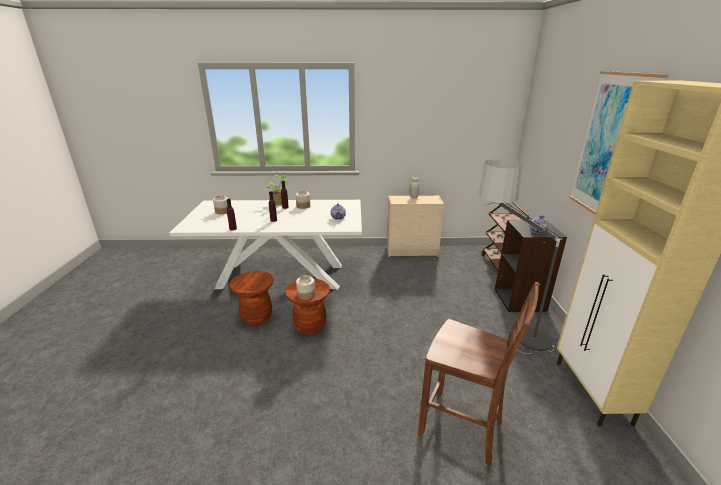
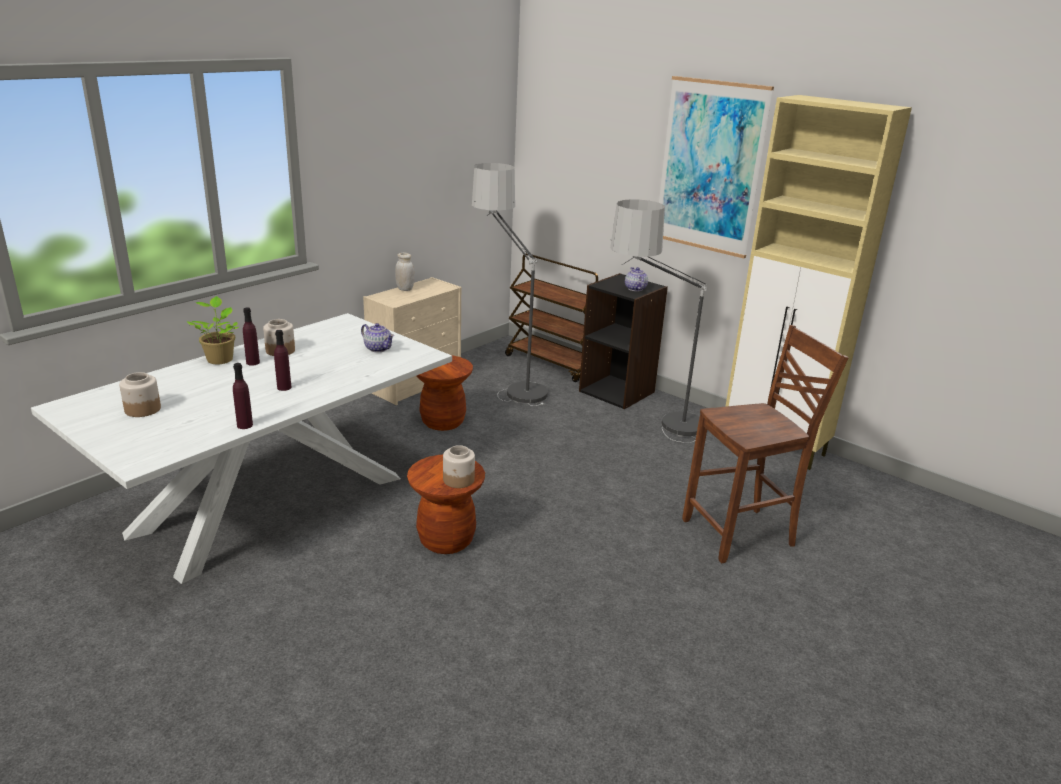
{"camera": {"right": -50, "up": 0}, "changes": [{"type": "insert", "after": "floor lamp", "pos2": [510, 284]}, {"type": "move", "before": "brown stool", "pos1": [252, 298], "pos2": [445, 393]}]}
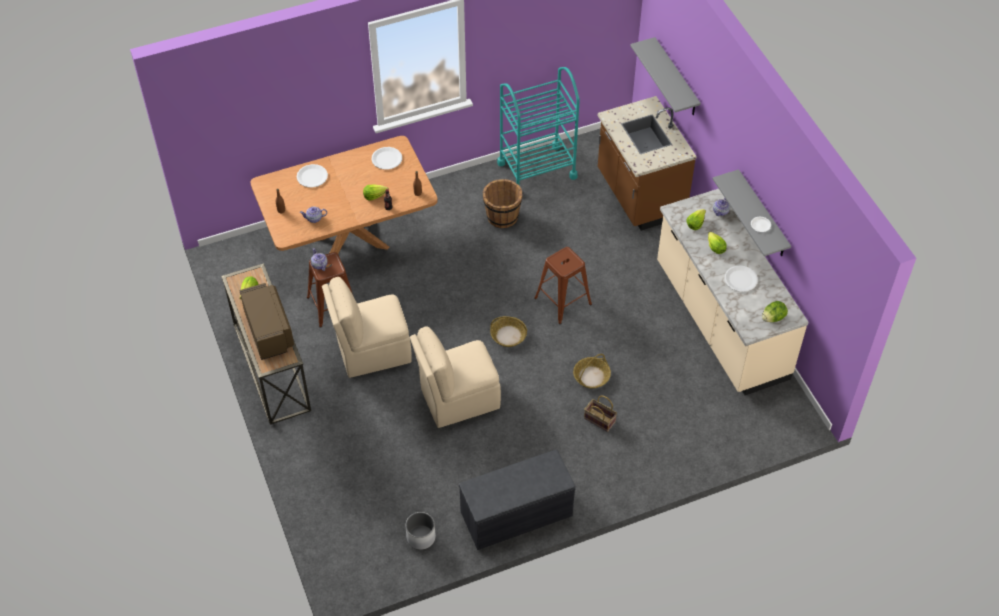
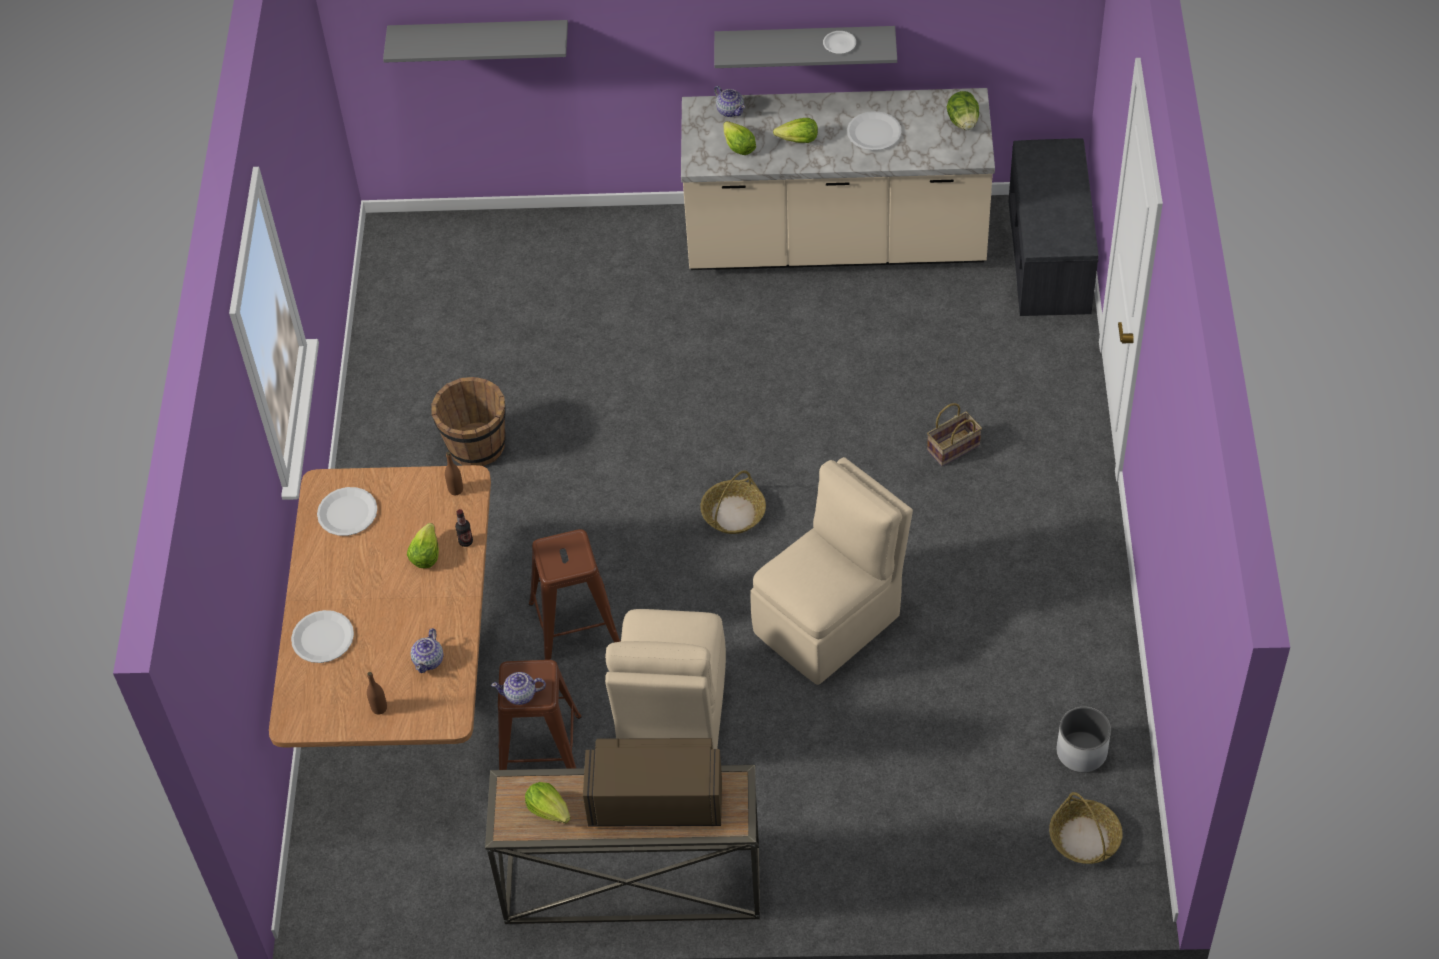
{"camera": {"right": -65, "up": 0}, "changes": [{"type": "delete", "before": "turquoise cart", "pos1": [538, 127]}, {"type": "delete", "before": "brown counter", "pos1": [647, 163]}, {"type": "move", "before": "grey bench", "pos1": [517, 500], "pos2": [1053, 227]}, {"type": "move", "before": "brown stool", "pos1": [563, 285], "pos2": [575, 594]}, {"type": "move", "before": "basket", "pos1": [592, 371], "pos2": [1086, 828]}, {"type": "rotate", "before": "beige chair", "pos1": [455, 377], "pos2": [831, 571], "turn": -135}]}
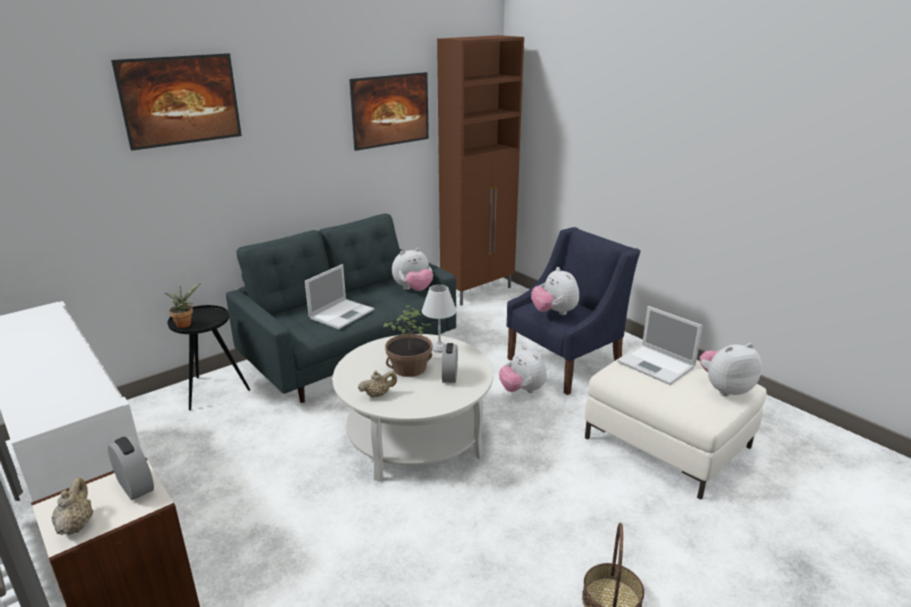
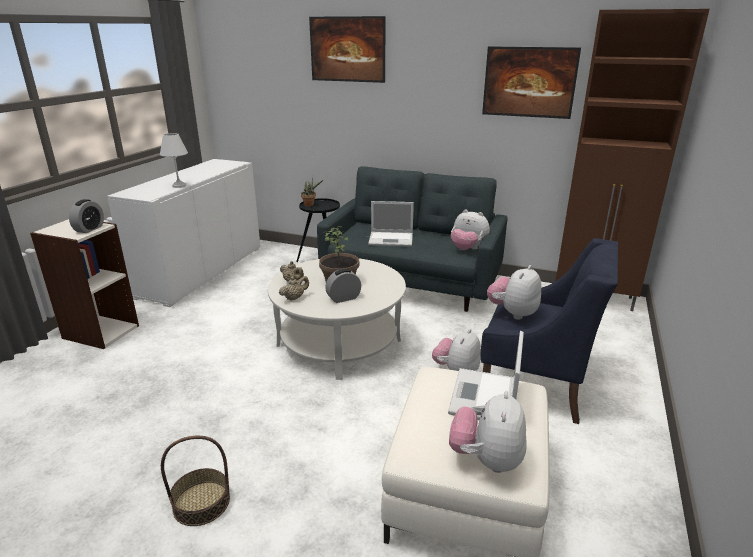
{"camera": {"right": 60, "up": 0}, "changes": [{"type": "move", "before": "beige teapot", "pos1": [72, 506], "pos2": [294, 288]}, {"type": "move", "before": "white table lamp", "pos1": [439, 319], "pos2": [174, 160]}, {"type": "rotate", "before": "plush toy", "pos1": [731, 370], "pos2": [488, 432], "turn": -120}]}
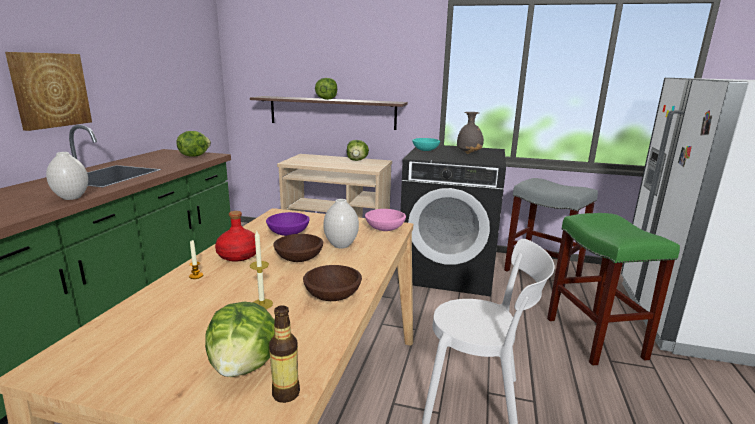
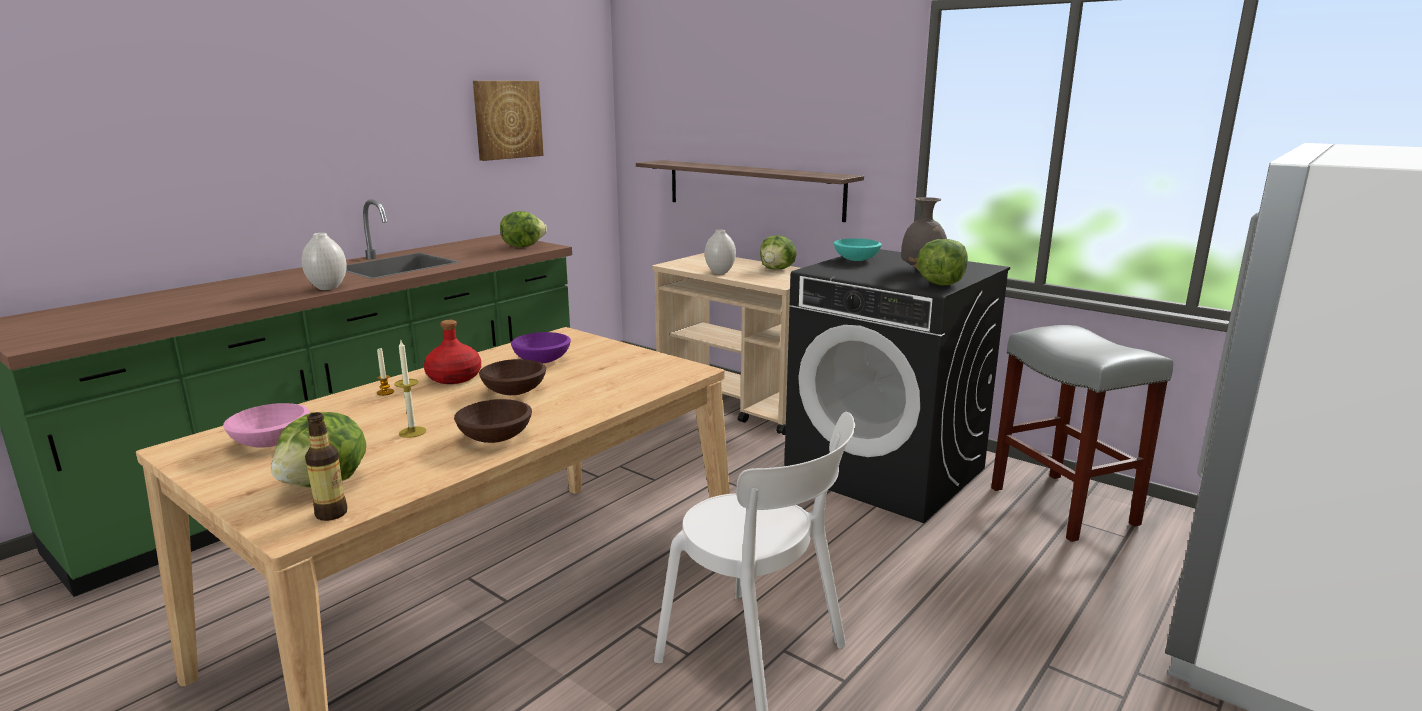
{"camera": {"right": 25, "up": 0}, "changes": [{"type": "delete", "before": "green stool", "pos1": [613, 289]}, {"type": "move", "before": "picture", "pos1": [48, 91], "pos2": [508, 121]}, {"type": "move", "before": "lettuce", "pos1": [326, 89], "pos2": [942, 262]}, {"type": "move", "before": "white vase", "pos1": [341, 223], "pos2": [720, 251]}, {"type": "move", "before": "pink bowl", "pos1": [385, 220], "pos2": [266, 425]}]}
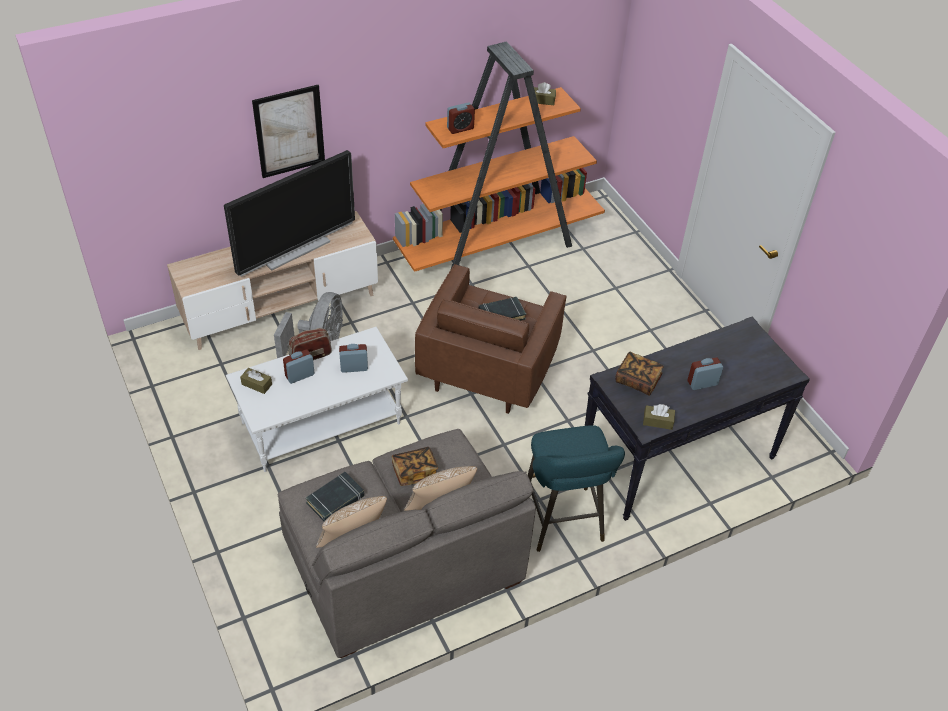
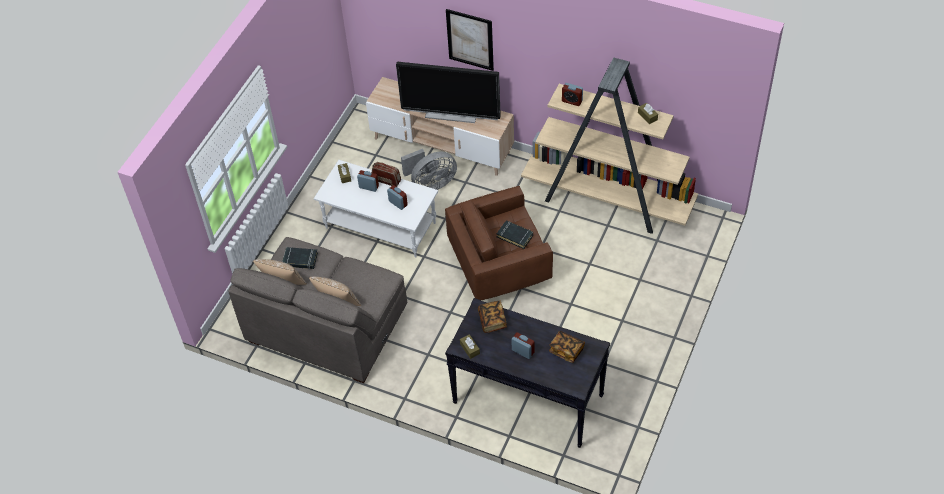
{"camera": {"right": 55, "up": 5}, "changes": [{"type": "delete", "before": "turquoise stool", "pos1": [576, 488]}, {"type": "move", "before": "book", "pos1": [414, 466], "pos2": [567, 347]}, {"type": "recolor", "before": "orange bookcase", "after": "beige bookcase", "pos1": [499, 156], "pos2": [609, 145]}]}
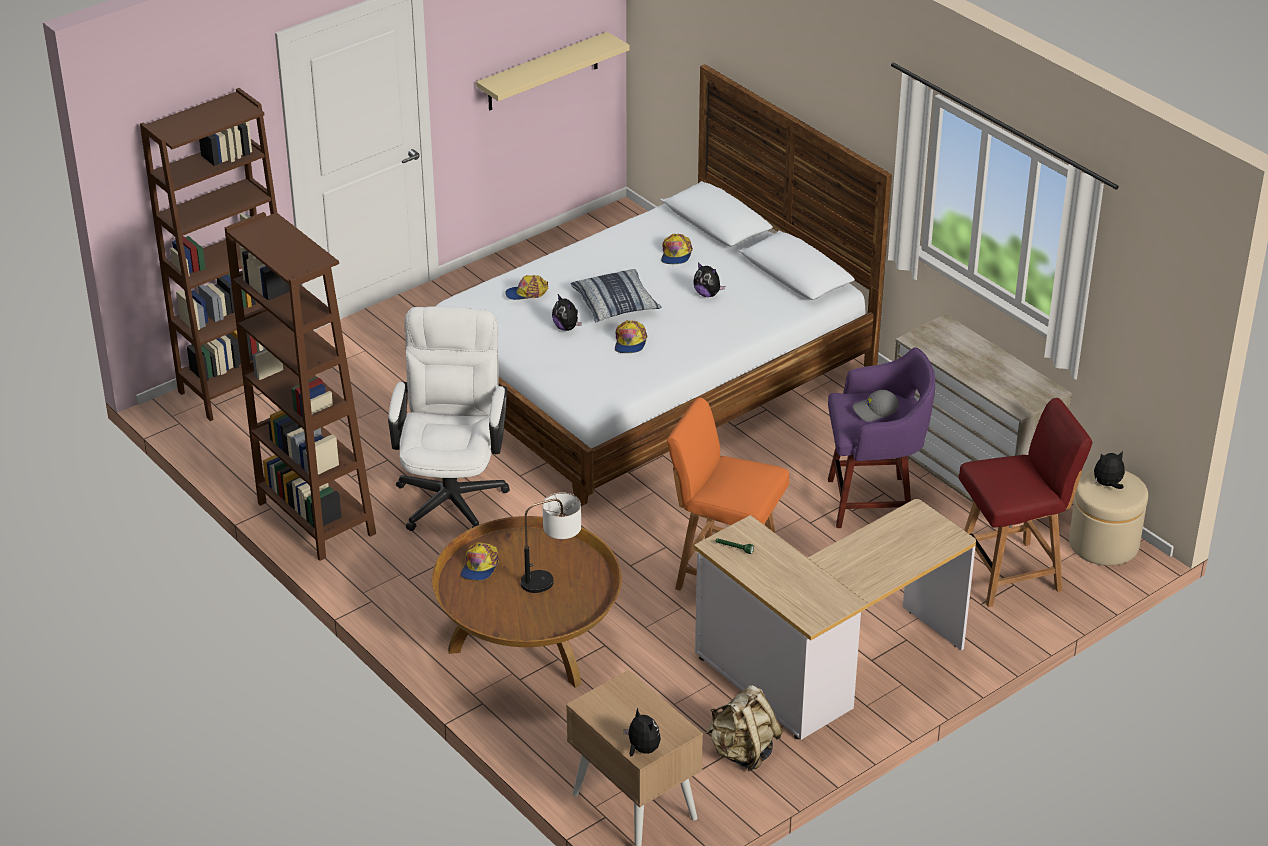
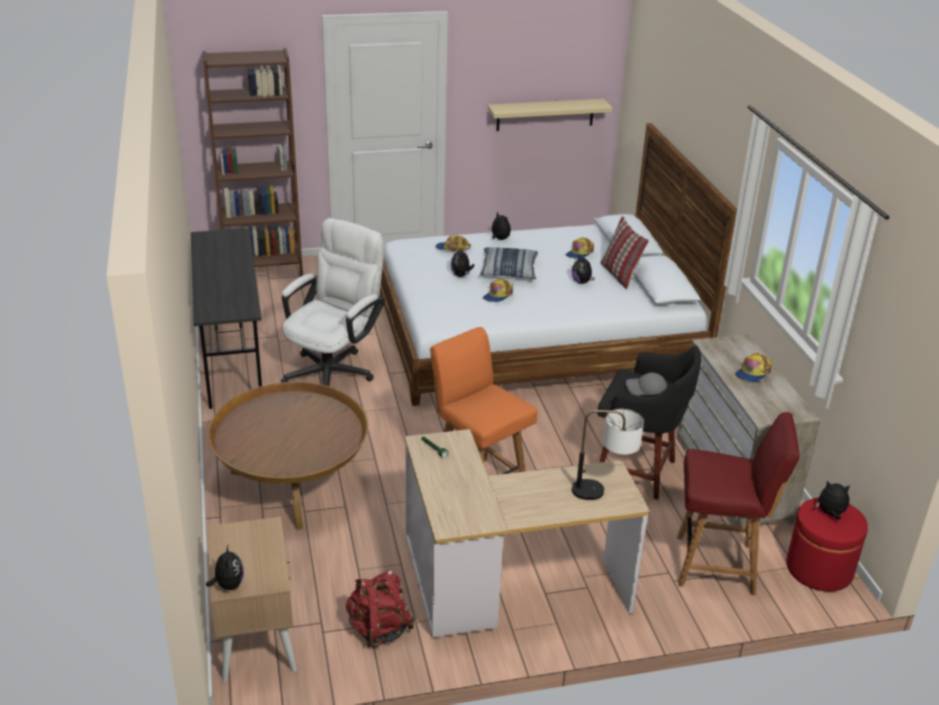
{"camera": {"right": 25, "up": -5}, "changes": [{"type": "insert", "after": "plush toy", "pos2": [500, 226]}, {"type": "insert", "after": "pillow", "pos2": [625, 252]}, {"type": "move", "before": "cap", "pos1": [480, 561], "pos2": [753, 367]}, {"type": "move", "before": "table lamp", "pos1": [551, 542], "pos2": [608, 454]}, {"type": "replace", "before": "brown bookcase", "after": "grey desk", "pos1": [300, 386], "pos2": [226, 318]}, {"type": "recolor", "before": "beige backpack", "after": "red backpack", "pos1": [744, 728], "pos2": [380, 608]}, {"type": "recolor", "before": "purple stool", "after": "black stool", "pos1": [881, 438], "pos2": [649, 423]}, {"type": "recolor", "before": "beige ottoman", "after": "red ottoman", "pos1": [1108, 518], "pos2": [827, 545]}]}
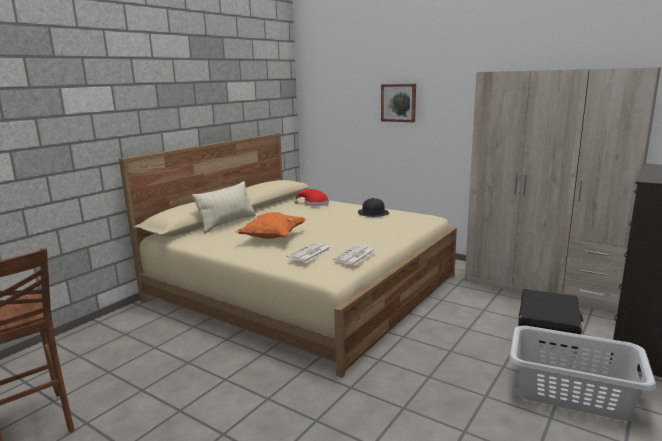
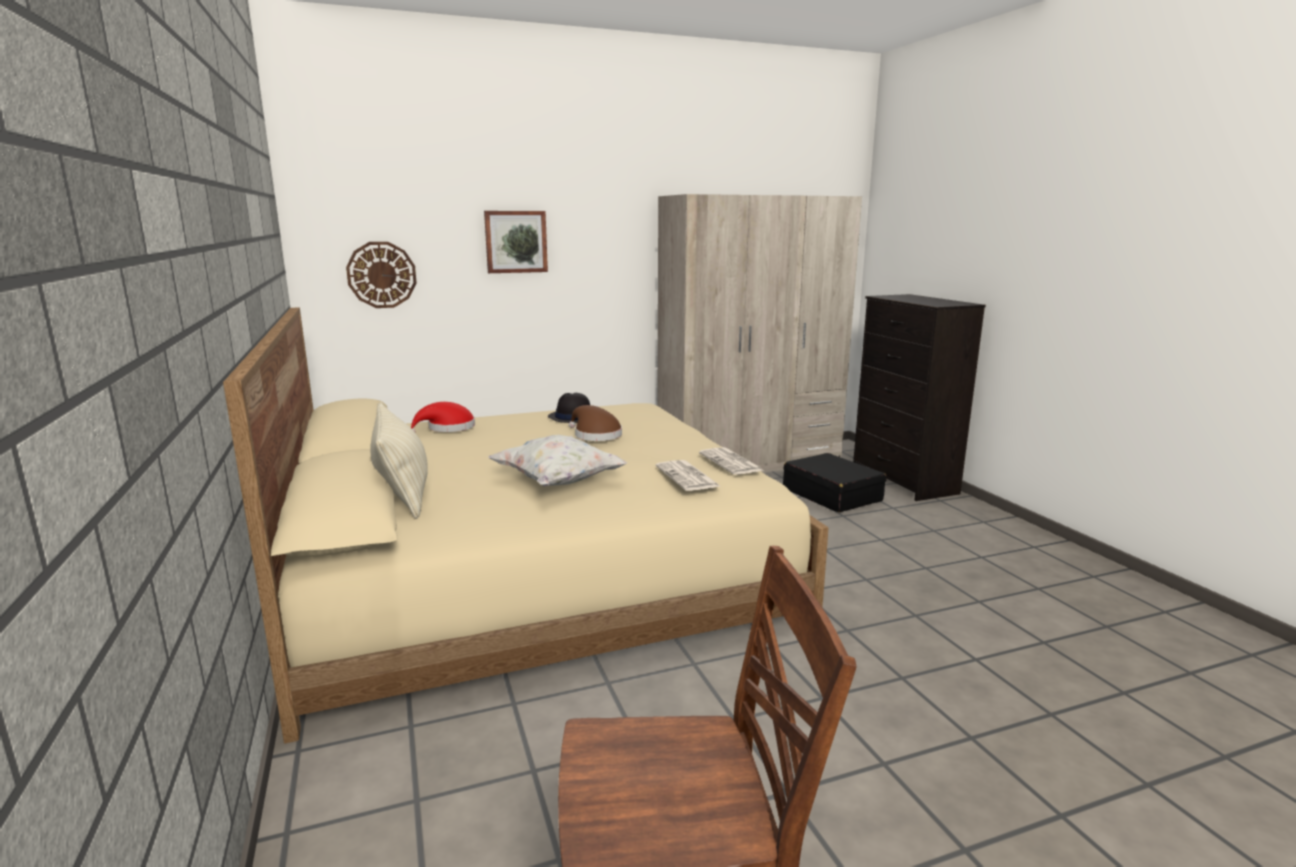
{"camera": {"right": -55, "up": 0}, "changes": [{"type": "delete", "before": "grey laundry basket", "pos1": [582, 373]}, {"type": "insert", "after": "wall clock", "pos2": [381, 275]}, {"type": "insert", "after": "brown hat", "pos2": [595, 423]}, {"type": "recolor", "before": "orange pillow", "after": "white pillow", "pos1": [271, 225], "pos2": [558, 461]}]}
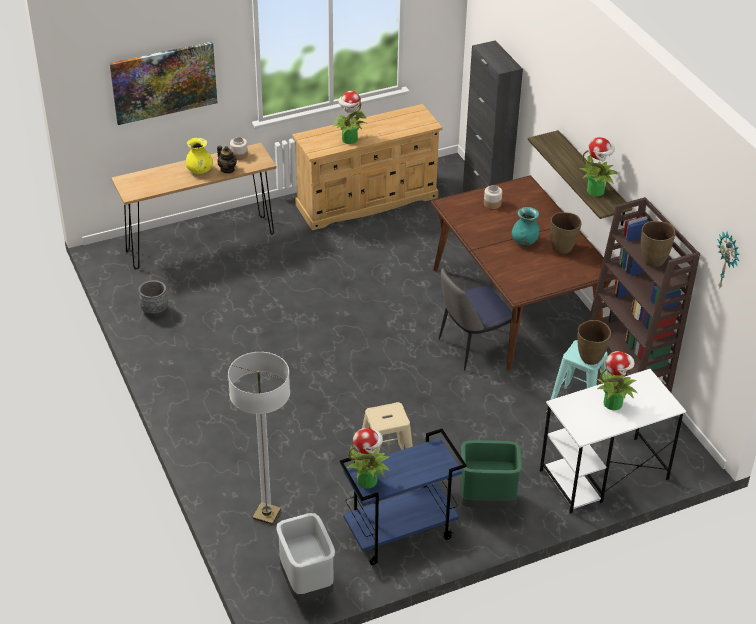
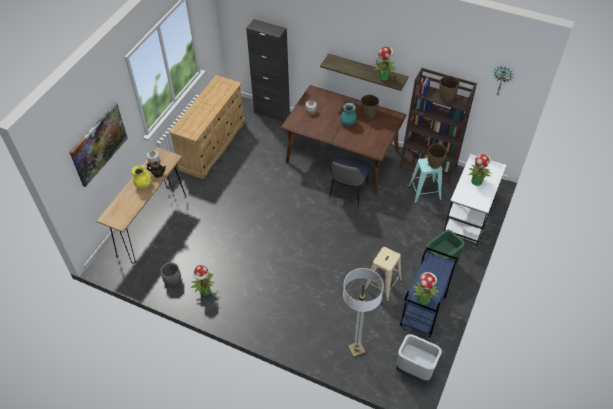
{"camera": {"right": -40, "up": 10}, "changes": [{"type": "move", "before": "potted plant", "pos1": [349, 117], "pos2": [202, 280]}]}
